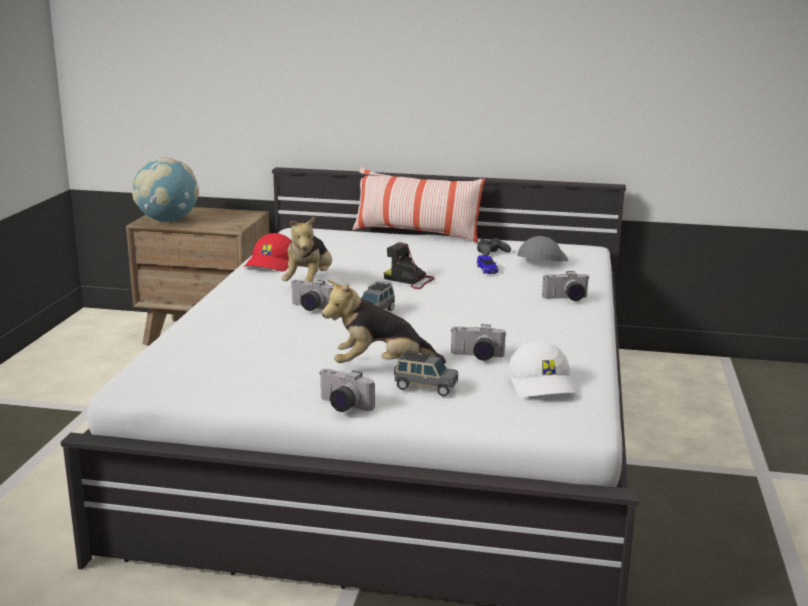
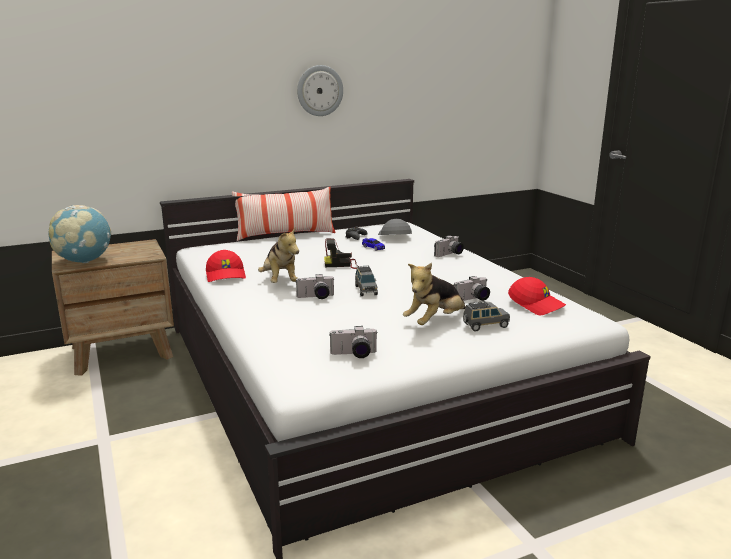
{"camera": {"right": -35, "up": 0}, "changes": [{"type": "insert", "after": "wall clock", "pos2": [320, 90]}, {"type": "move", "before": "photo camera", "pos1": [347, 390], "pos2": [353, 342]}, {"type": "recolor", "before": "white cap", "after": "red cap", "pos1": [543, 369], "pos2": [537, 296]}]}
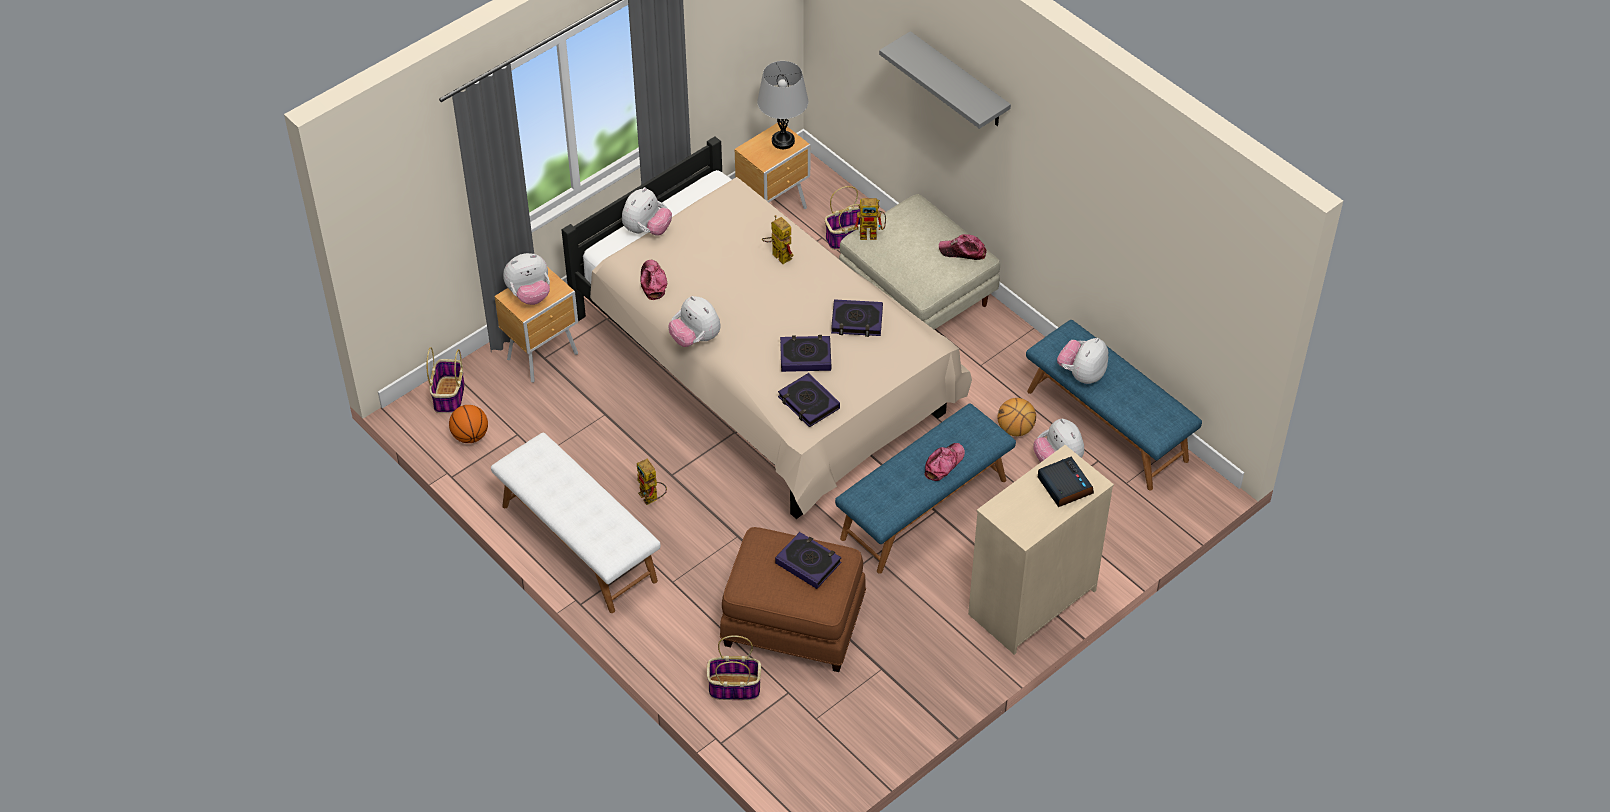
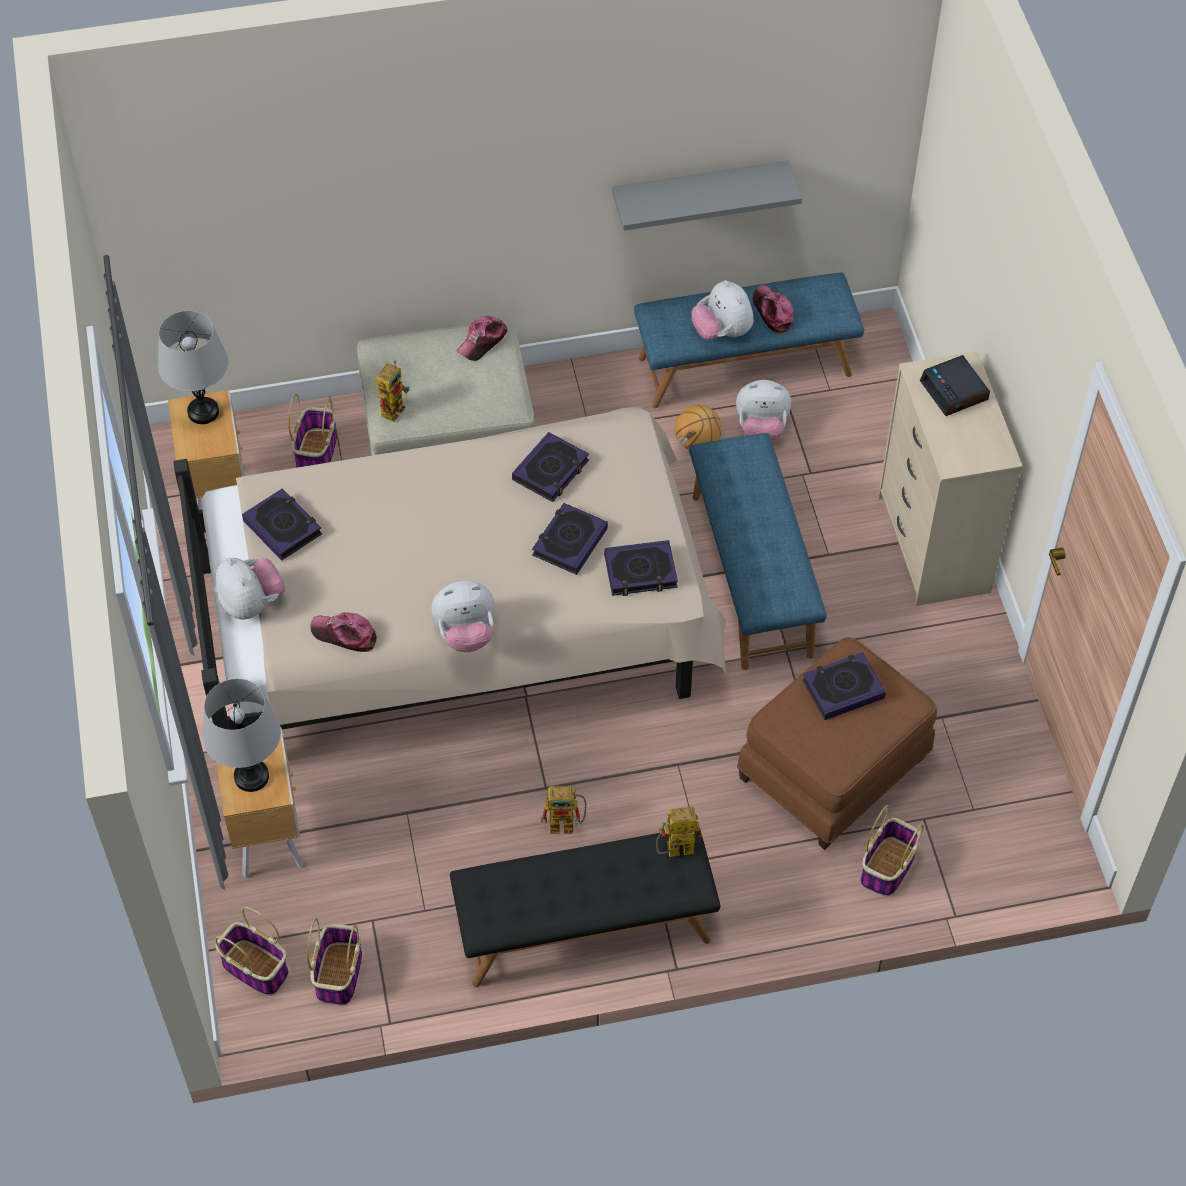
{"camera": {"right": -60, "up": 5}, "changes": [{"type": "insert", "after": "book", "pos2": [282, 524]}, {"type": "move", "before": "toy robot", "pos1": [778, 239], "pos2": [679, 832]}, {"type": "move", "before": "grey shelf", "pos1": [945, 80], "pos2": [707, 195]}, {"type": "move", "before": "cap", "pos1": [944, 462], "pos2": [773, 309]}, {"type": "replace", "before": "basketball", "after": "basket", "pos1": [468, 424], "pos2": [334, 962]}, {"type": "replace", "before": "plush toy", "after": "grey table lamp", "pos1": [526, 279], "pos2": [241, 735]}, {"type": "recolor", "before": "white bench", "after": "black bench", "pos1": [575, 523], "pos2": [585, 908]}, {"type": "rotate", "before": "alarm clock", "pos1": [1066, 482], "pos2": [955, 385], "turn": -120}]}
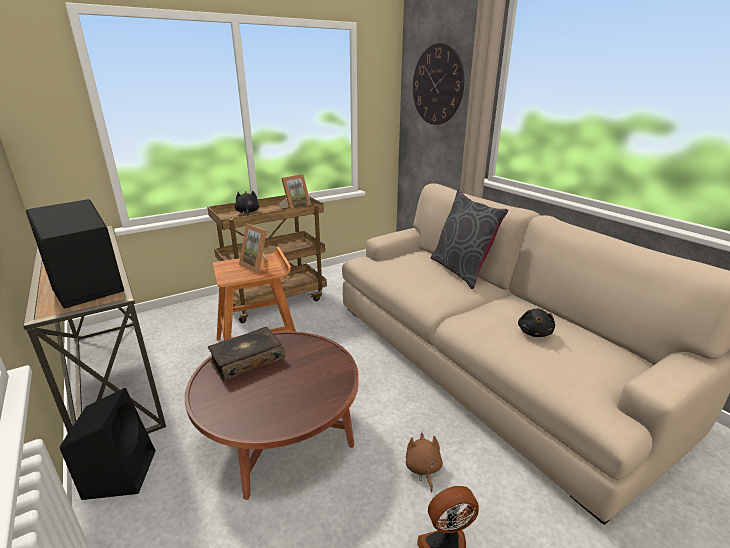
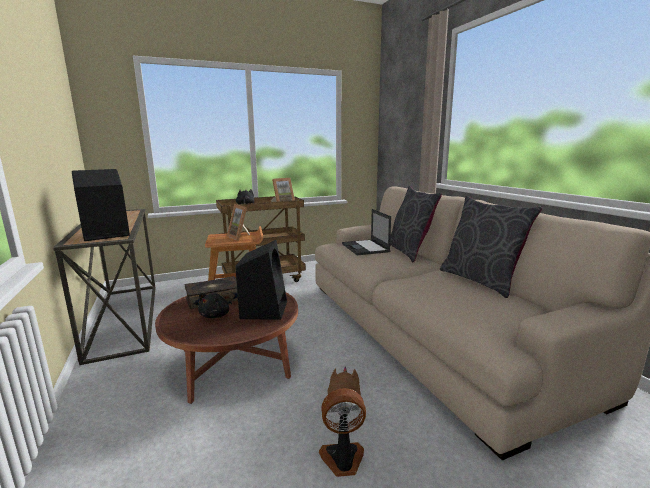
{"camera": {"right": 10, "up": -10}, "changes": [{"type": "delete", "before": "wall clock", "pos1": [438, 84]}, {"type": "insert", "after": "laptop", "pos2": [366, 232]}, {"type": "insert", "after": "grey pillow", "pos2": [491, 247]}, {"type": "move", "before": "black speaker", "pos1": [107, 444], "pos2": [261, 280]}, {"type": "move", "before": "black plush toy", "pos1": [536, 323], "pos2": [215, 305]}]}
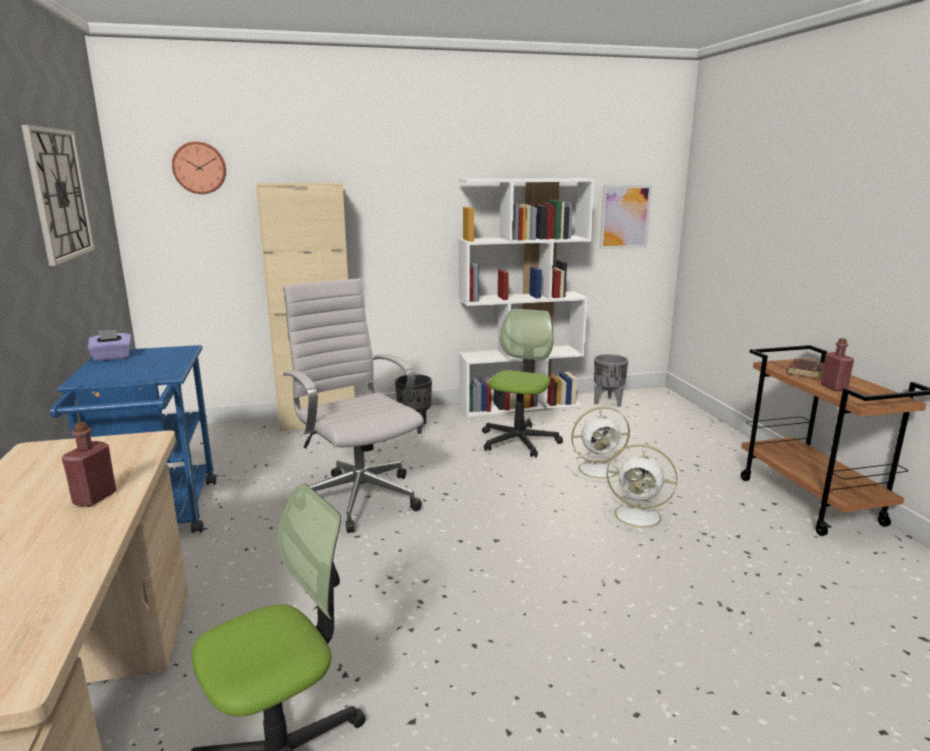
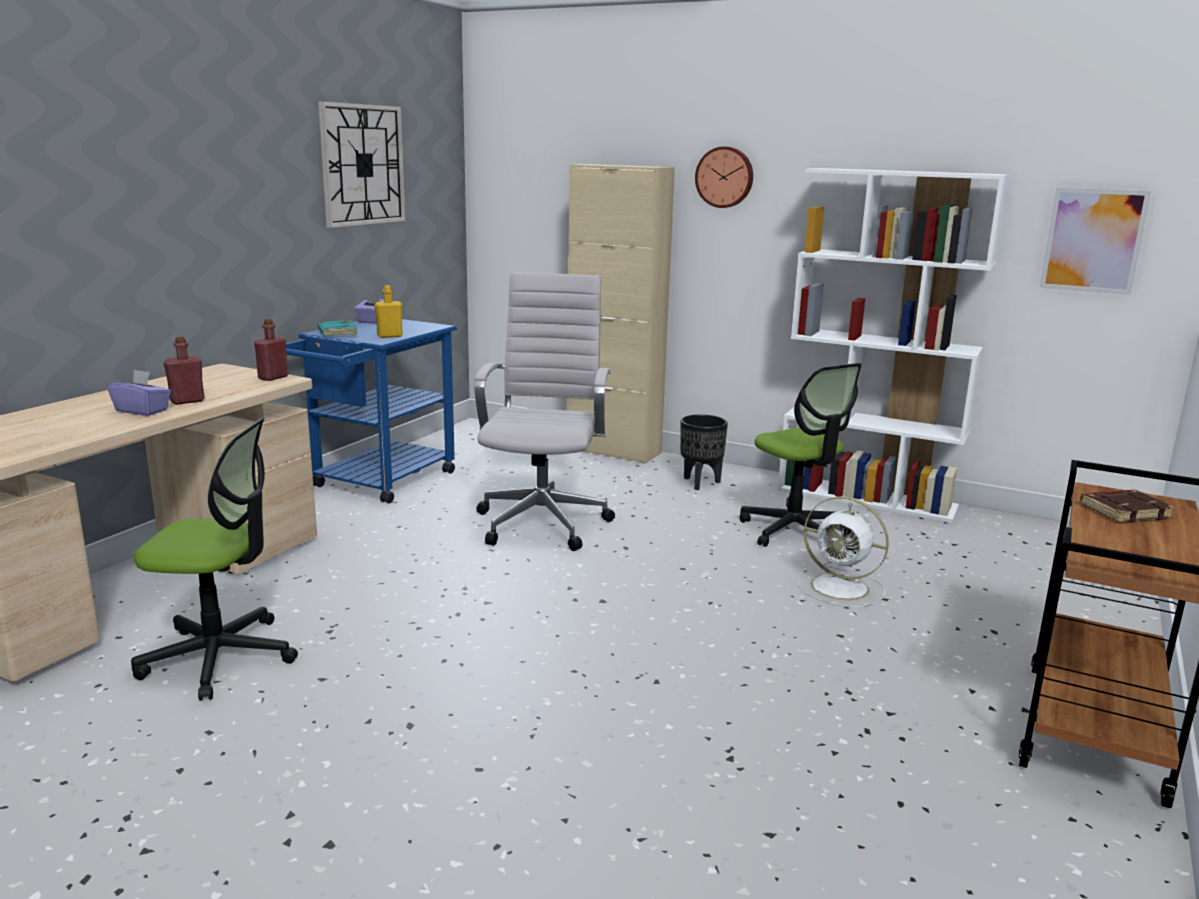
{"camera": {"right": 40, "up": 0}, "changes": [{"type": "delete", "before": "grey planter", "pos1": [611, 380]}, {"type": "delete", "before": "white fan", "pos1": [640, 489]}, {"type": "insert", "after": "purple tissue box", "pos2": [139, 392]}, {"type": "insert", "after": "turquoise book", "pos2": [337, 328]}, {"type": "insert", "after": "yellow bottle", "pos2": [388, 311]}, {"type": "move", "before": "wall clock", "pos1": [199, 167], "pos2": [724, 177]}, {"type": "move", "before": "red bottle", "pos1": [837, 364], "pos2": [271, 350]}, {"type": "rotate", "before": "office chair", "pos1": [522, 383], "pos2": [801, 455], "turn": 90}]}
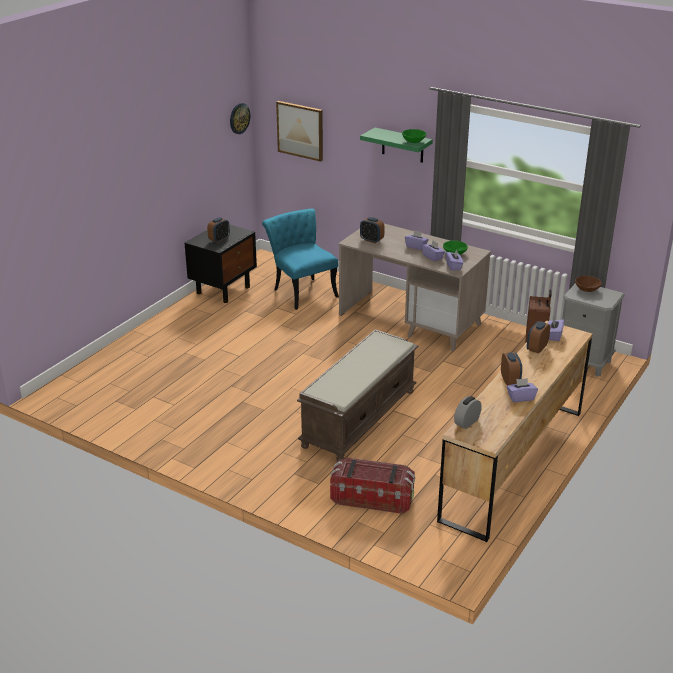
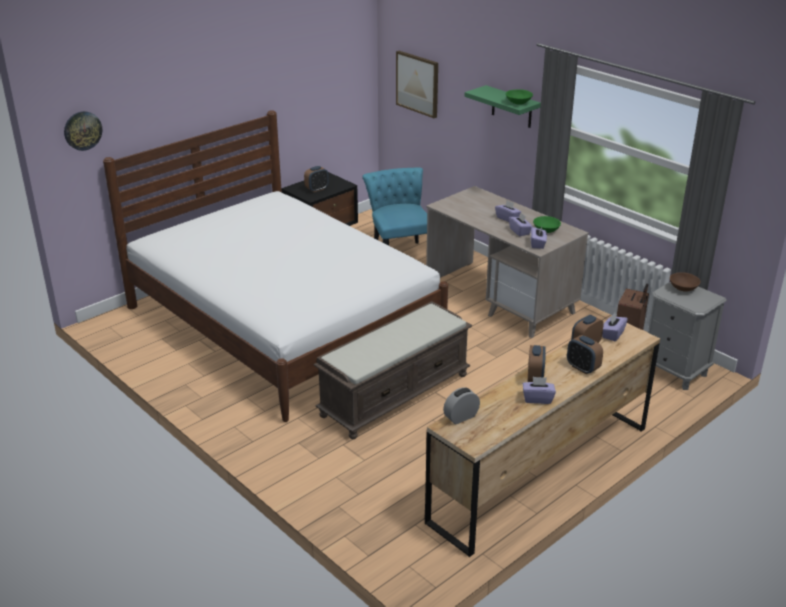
{"camera": {"right": 15, "up": 0}, "changes": [{"type": "delete", "before": "storage box", "pos1": [372, 486]}, {"type": "insert", "after": "white bed", "pos2": [275, 266]}, {"type": "move", "before": "wall clock", "pos1": [240, 118], "pos2": [83, 131]}, {"type": "move", "before": "alarm clock", "pos1": [372, 230], "pos2": [585, 354]}]}
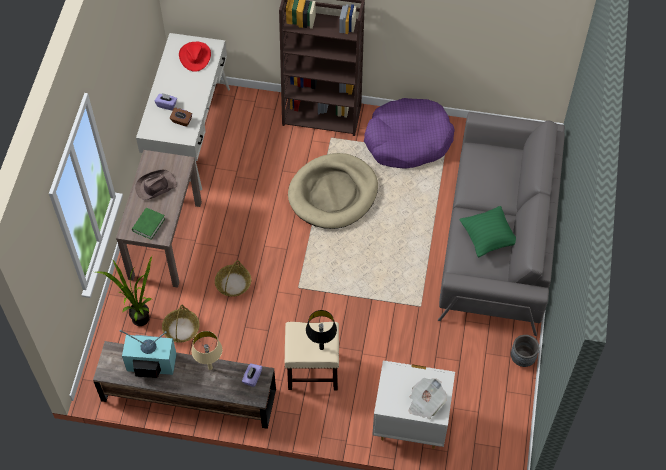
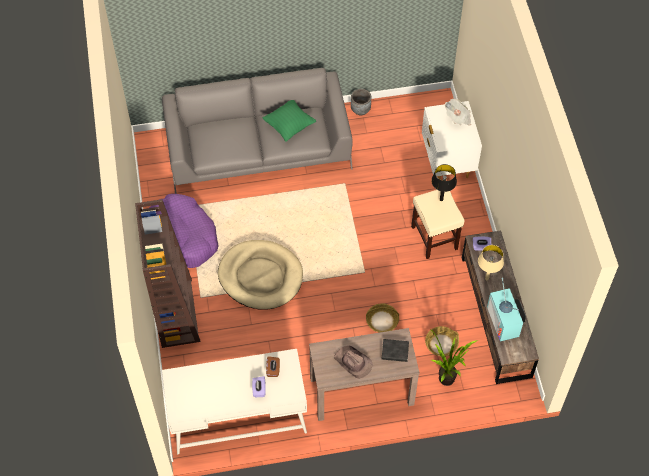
{"camera": {"right": -110, "up": 0}, "changes": [{"type": "delete", "before": "red hat", "pos1": [195, 57]}, {"type": "recolor", "before": "green book", "after": "black book", "pos1": [148, 224], "pos2": [395, 350]}]}
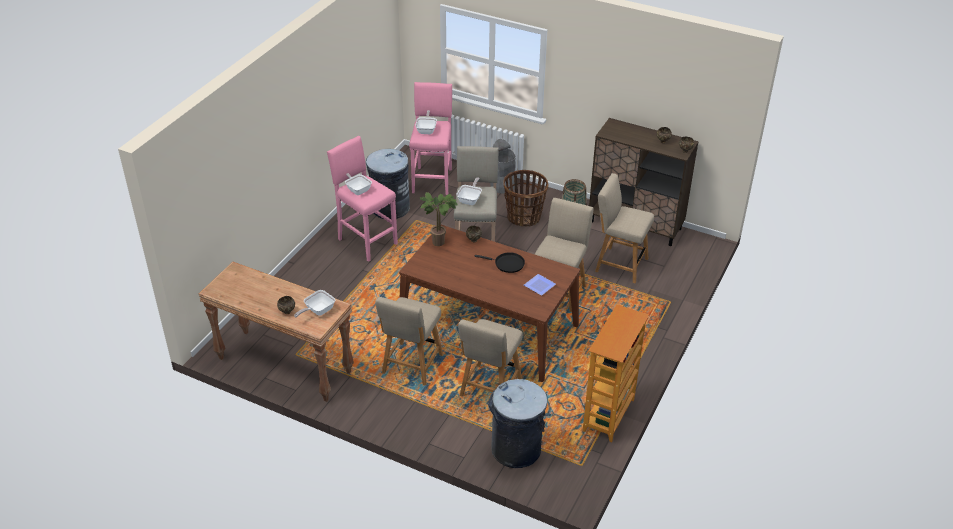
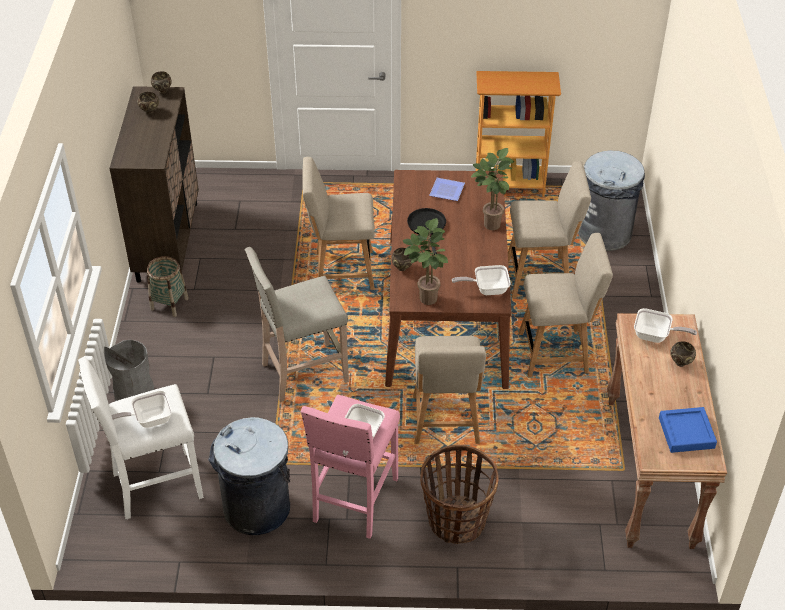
{"camera": {"right": -115, "up": 5}, "changes": [{"type": "insert", "after": "potted plant", "pos2": [492, 189]}, {"type": "insert", "after": "blue tray", "pos2": [688, 430]}, {"type": "move", "before": "frying pan", "pos1": [469, 191], "pos2": [481, 280]}, {"type": "move", "before": "basket", "pos1": [525, 198], "pos2": [459, 494]}, {"type": "move", "before": "beige chair", "pos1": [624, 228], "pos2": [449, 390]}, {"type": "recolor", "before": "pink stool", "after": "white stool", "pos1": [430, 138], "pos2": [141, 438]}]}
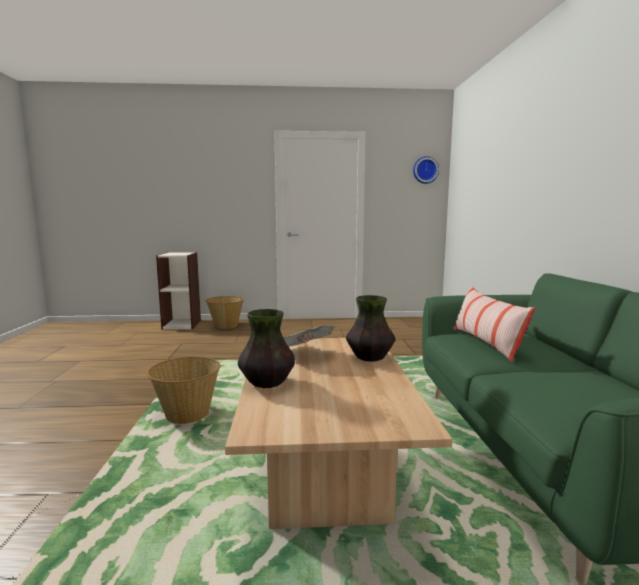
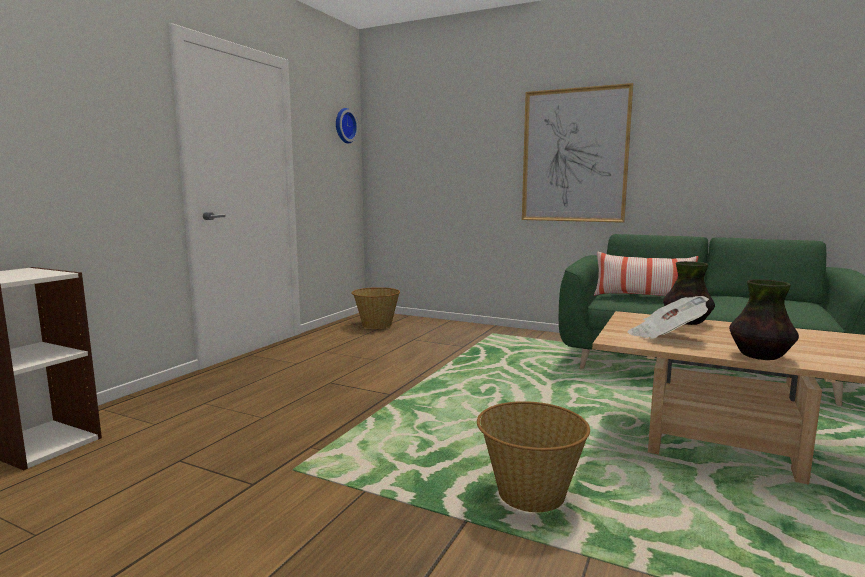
{"camera": {"right": -60, "up": 0}, "changes": [{"type": "insert", "after": "picture", "pos2": [577, 153]}, {"type": "move", "before": "basket", "pos1": [224, 312], "pos2": [375, 308]}]}
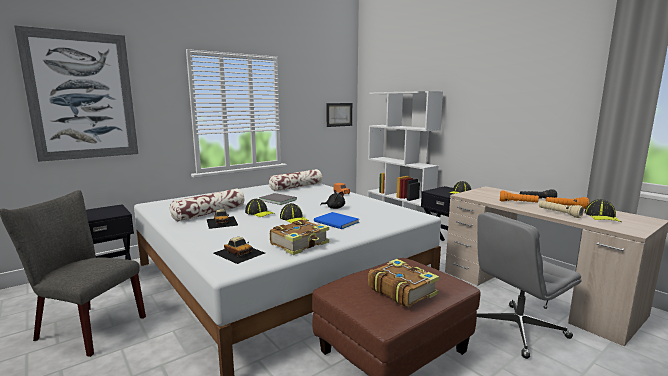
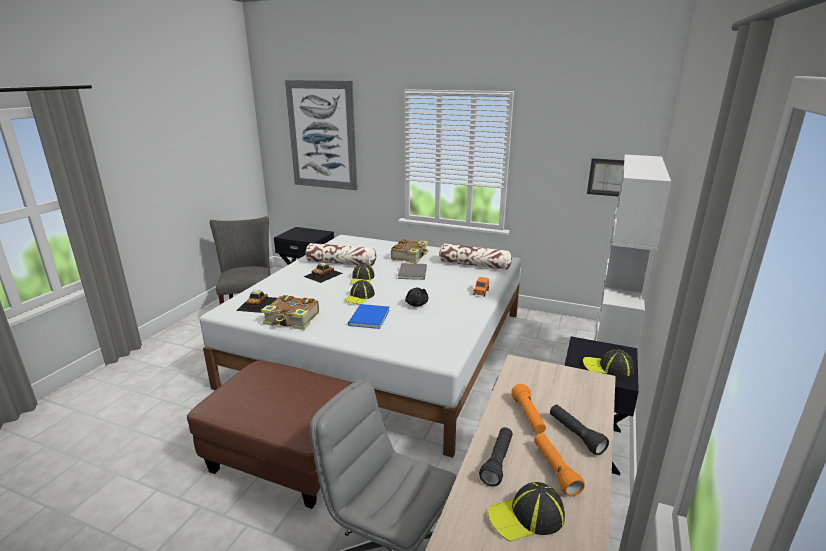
{"camera": {"right": 60, "up": 10}, "changes": [{"type": "move", "before": "book", "pos1": [403, 283], "pos2": [410, 251]}, {"type": "recolor", "before": "beige flashlight", "after": "black flashlight", "pos1": [561, 209], "pos2": [496, 457]}]}
